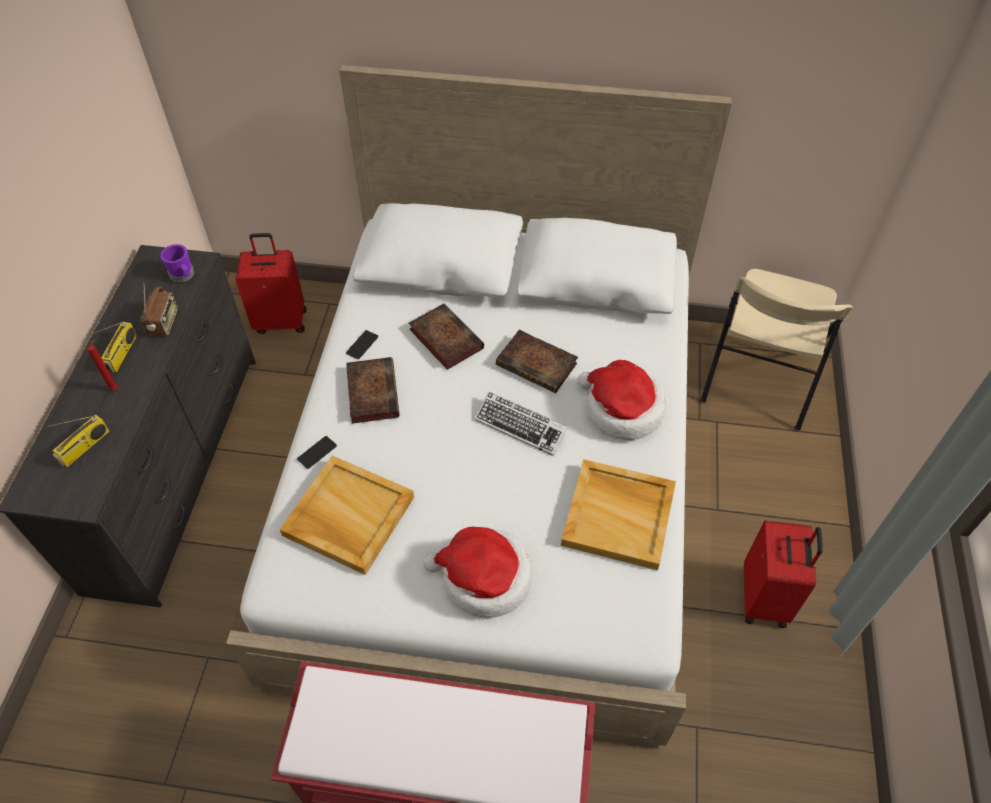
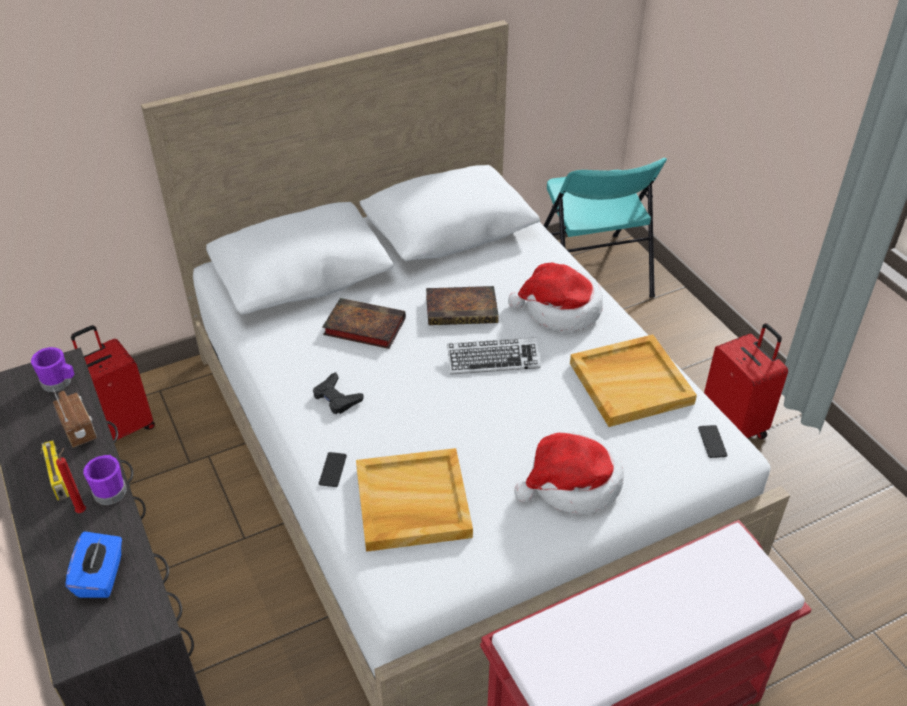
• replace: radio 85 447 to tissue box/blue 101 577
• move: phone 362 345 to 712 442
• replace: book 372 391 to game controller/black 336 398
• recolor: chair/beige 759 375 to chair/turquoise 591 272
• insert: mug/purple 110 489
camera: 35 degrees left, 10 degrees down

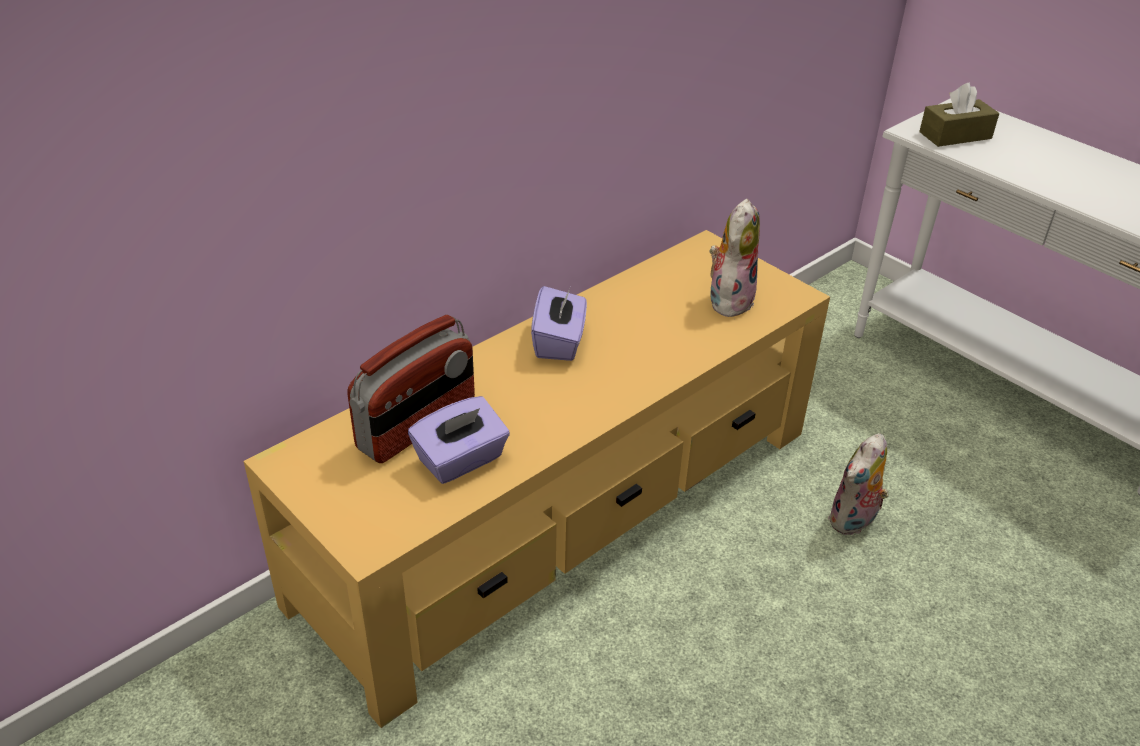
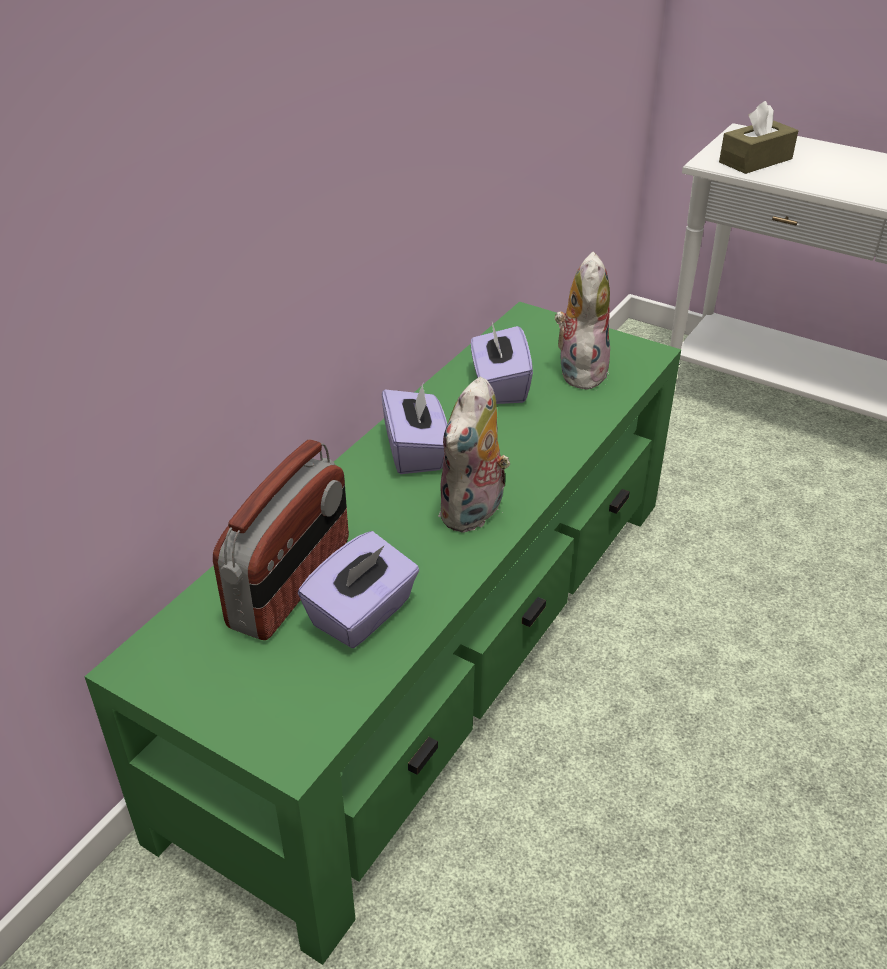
• recolor: tv stand/beige 565 513 to tv stand/green 441 648
• move: plush toy 854 521 to 474 513
• insert: tissue box/purple 499 386
camera: 15 degrees left, 0 degrees up

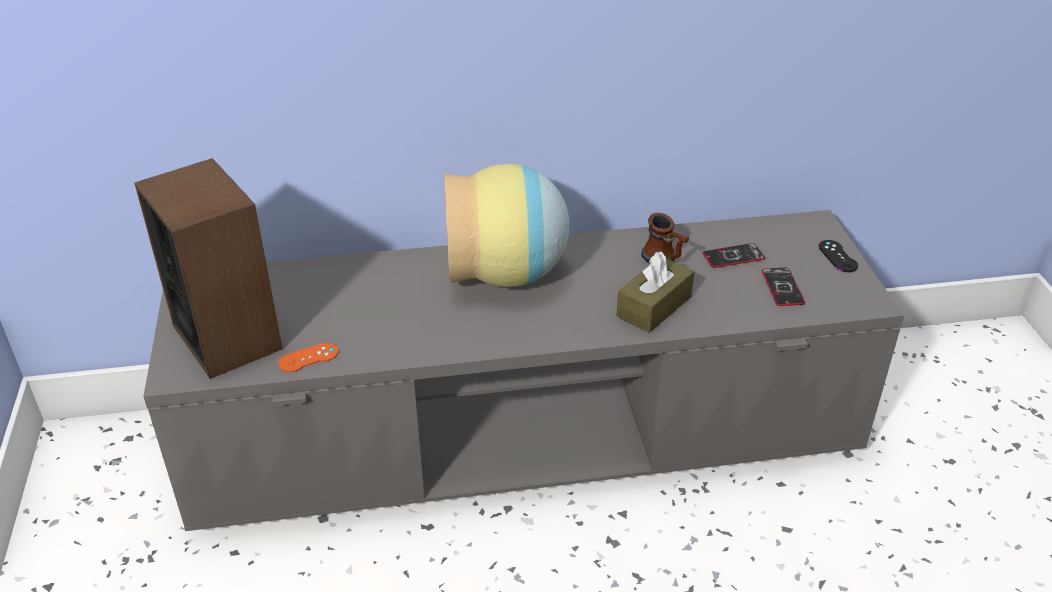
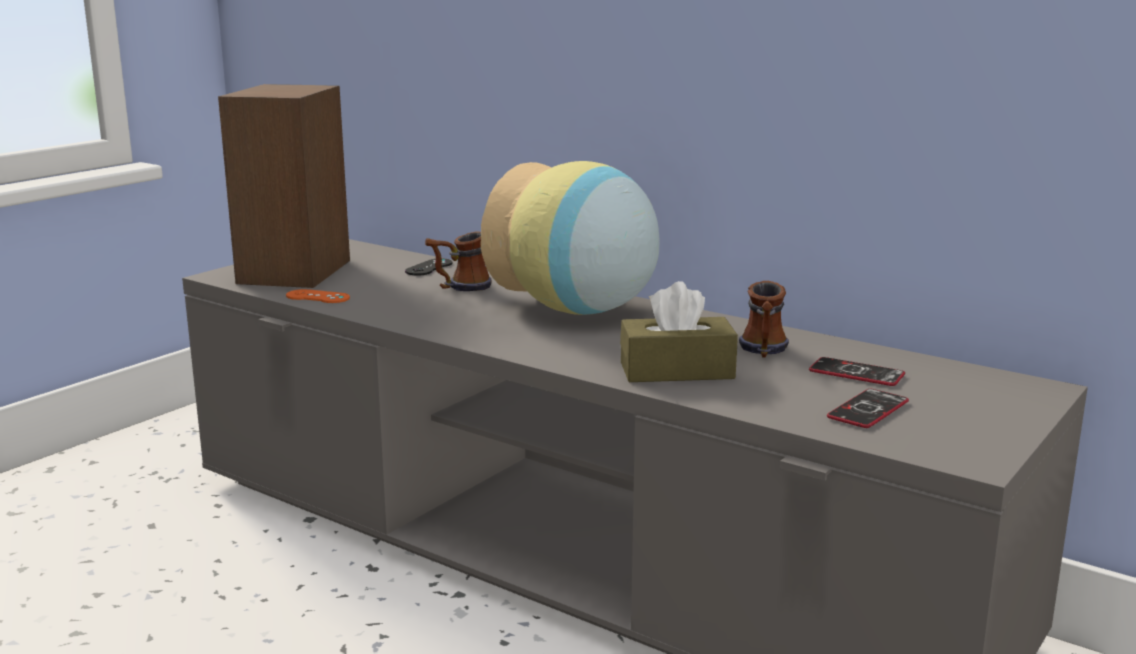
• move: game controller/black 837 256 to 429 267
• insert: mug 459 287
camera: 45 degrees right, 20 degrees down

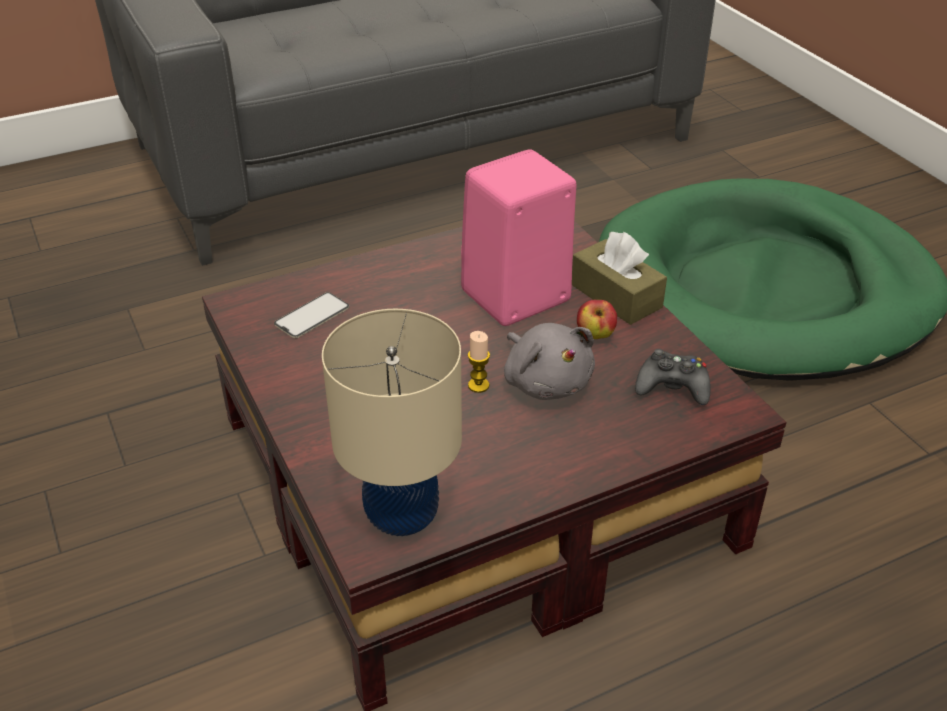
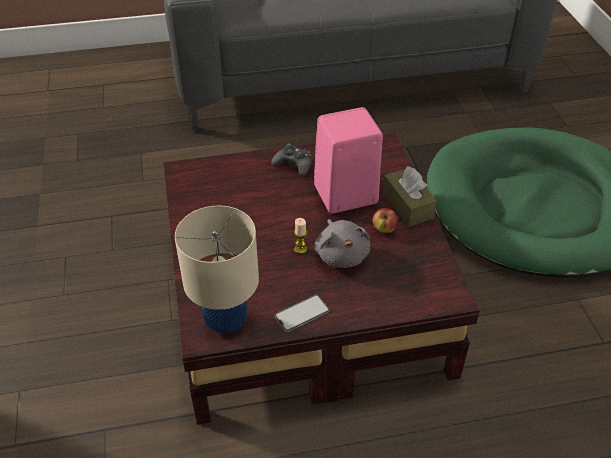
• move: phone 312 315 to 302 313
• move: game controller/black 672 386 to 294 164
camera: 15 degrees right, 5 degrees up

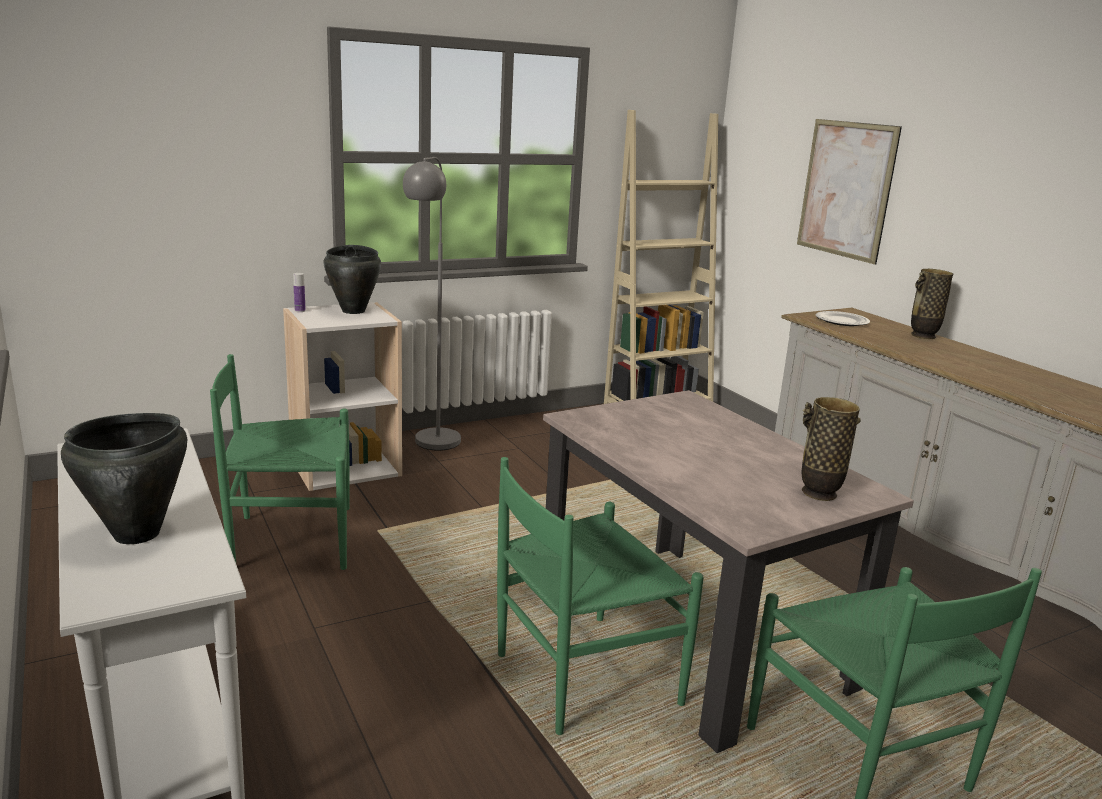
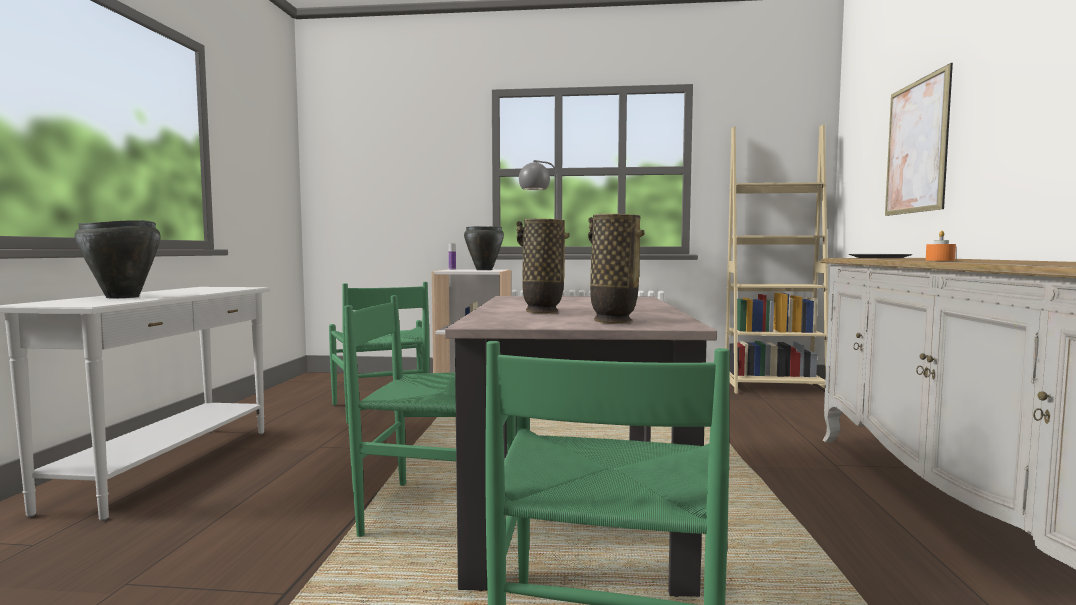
• rotate: chair/green 291 540 = 383 410 135 degrees counterclockwise
• move: vase 923 336 to 542 312
• insert: candle/orange 940 260
camera: 35 degrees right, 15 degrees down

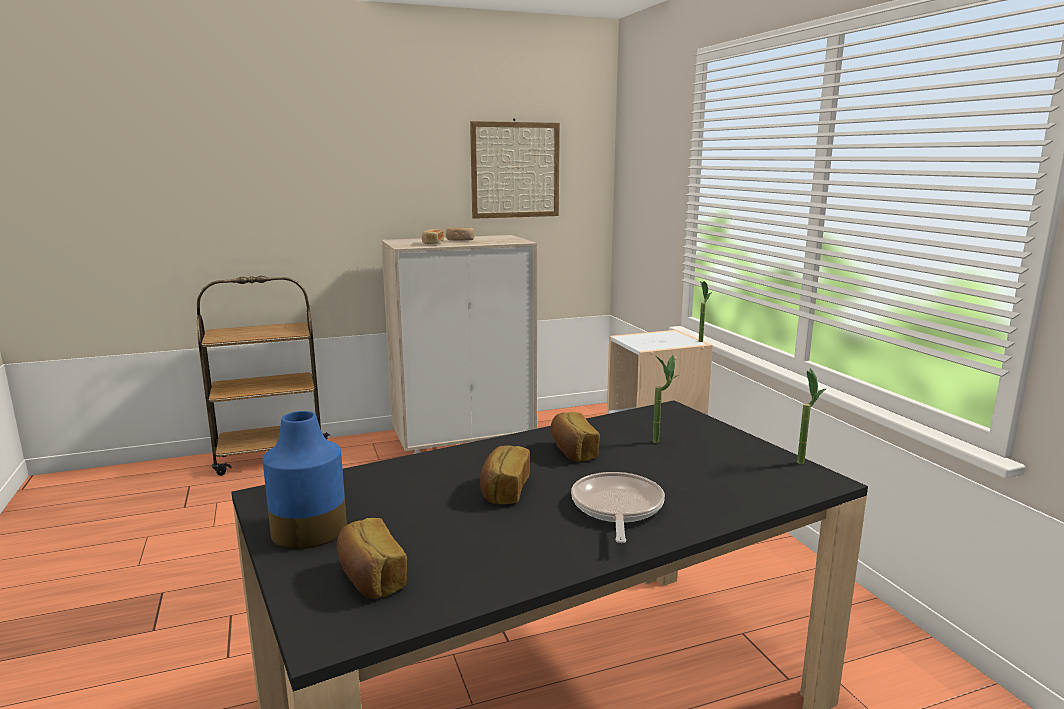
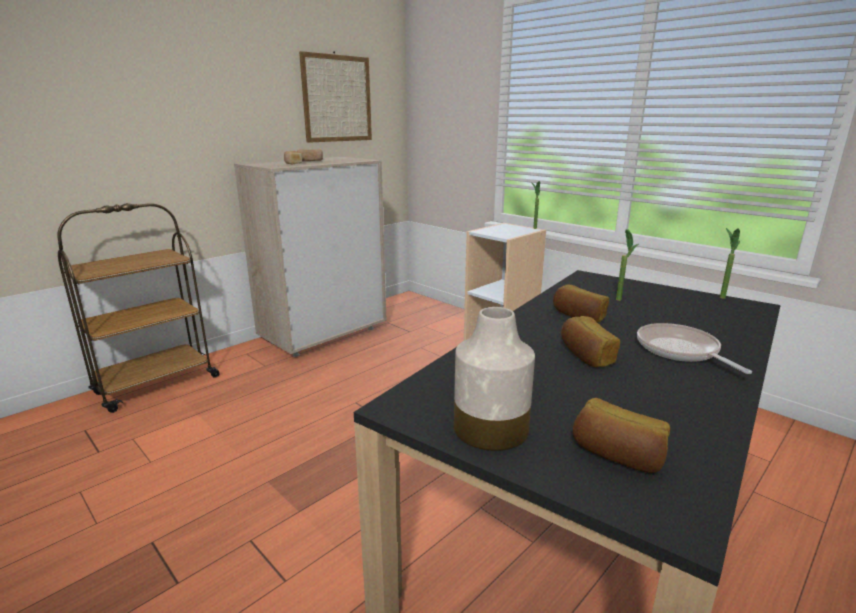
• recolor: vase/blue 309 530 to vase/beige 491 428
camera: 25 degrees left, 5 degrees up

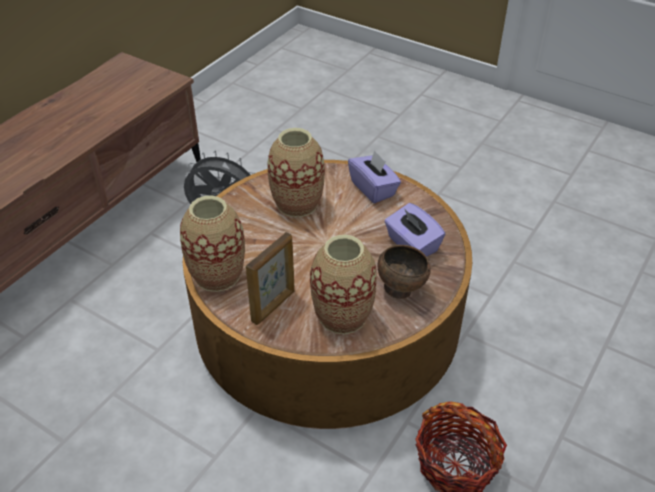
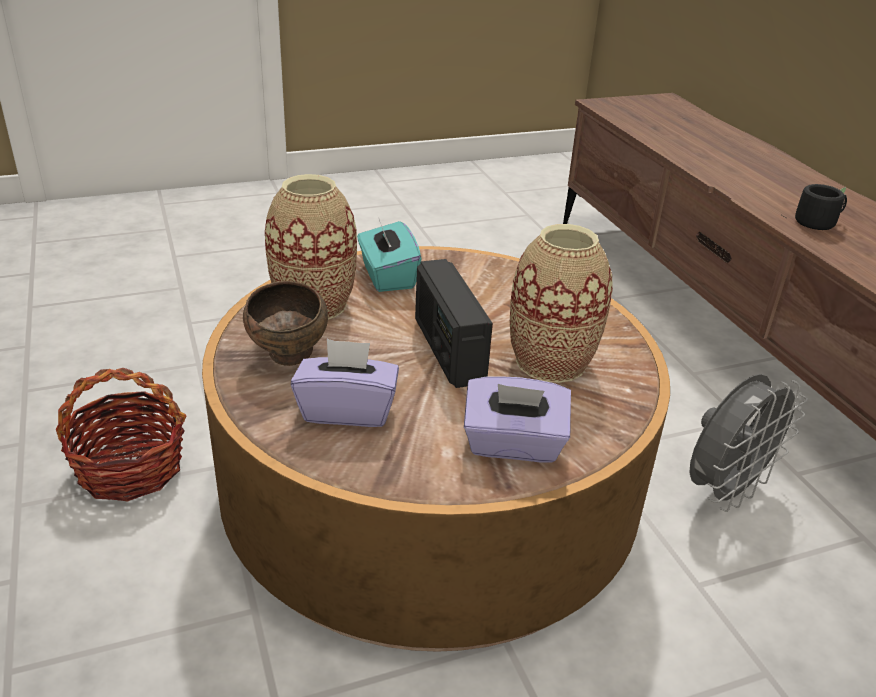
• delete: vase 217 275
• replace: picture frame 274 306 to tissue box/turquoise 387 276
• insert: radio 448 350
• insert: mug/black 816 222
camera: 125 degrees right, 10 degrees down

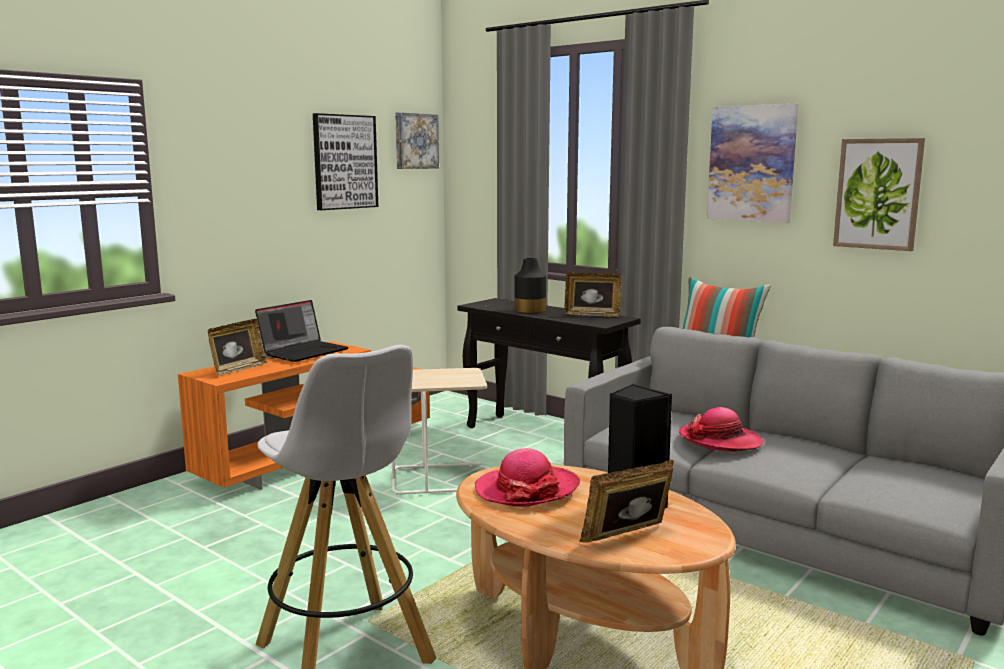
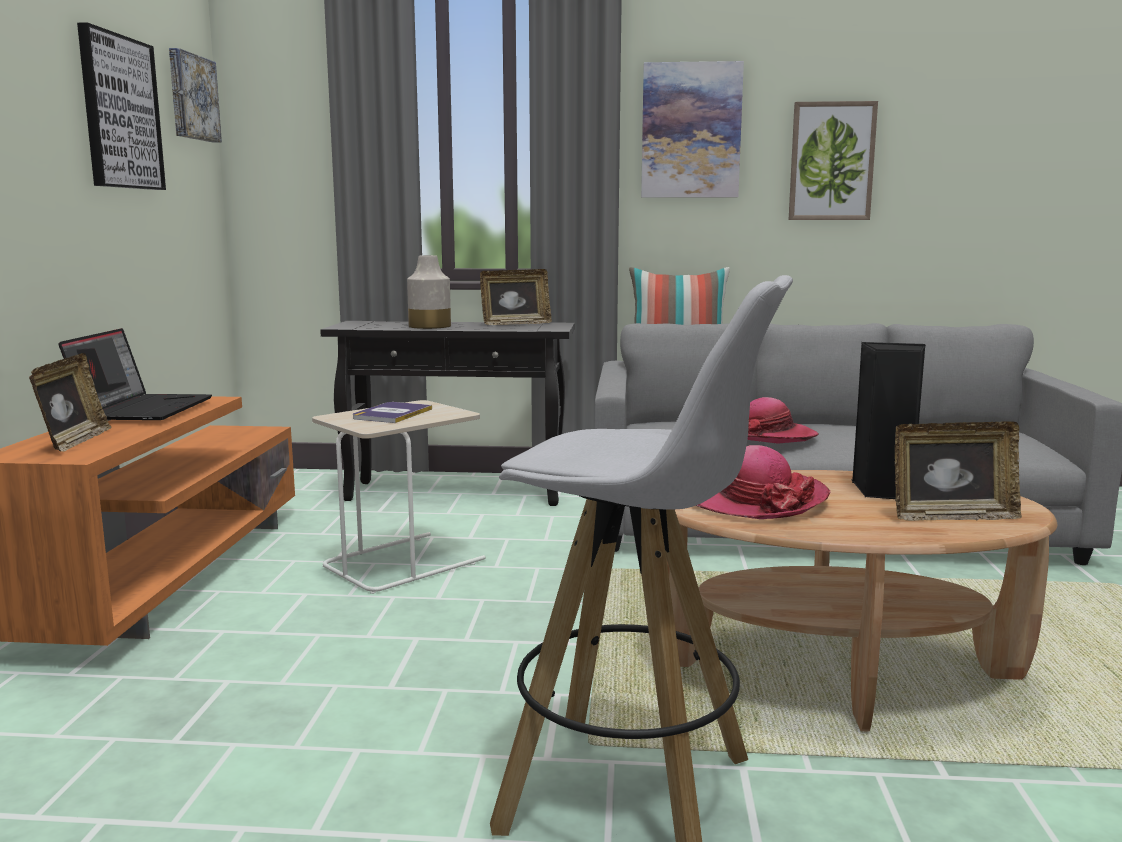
• recolor: vase/black 530 310 to vase/beige 430 326
• rotate: picture frame 628 537 = 952 516 120 degrees counterclockwise
• insert: book 392 414
camera: 35 degrees left, 0 degrees up

